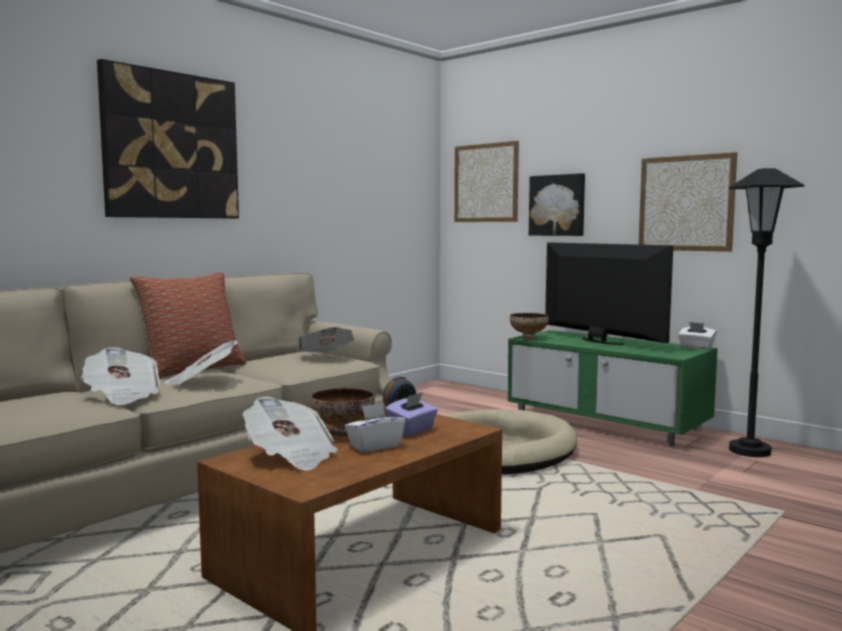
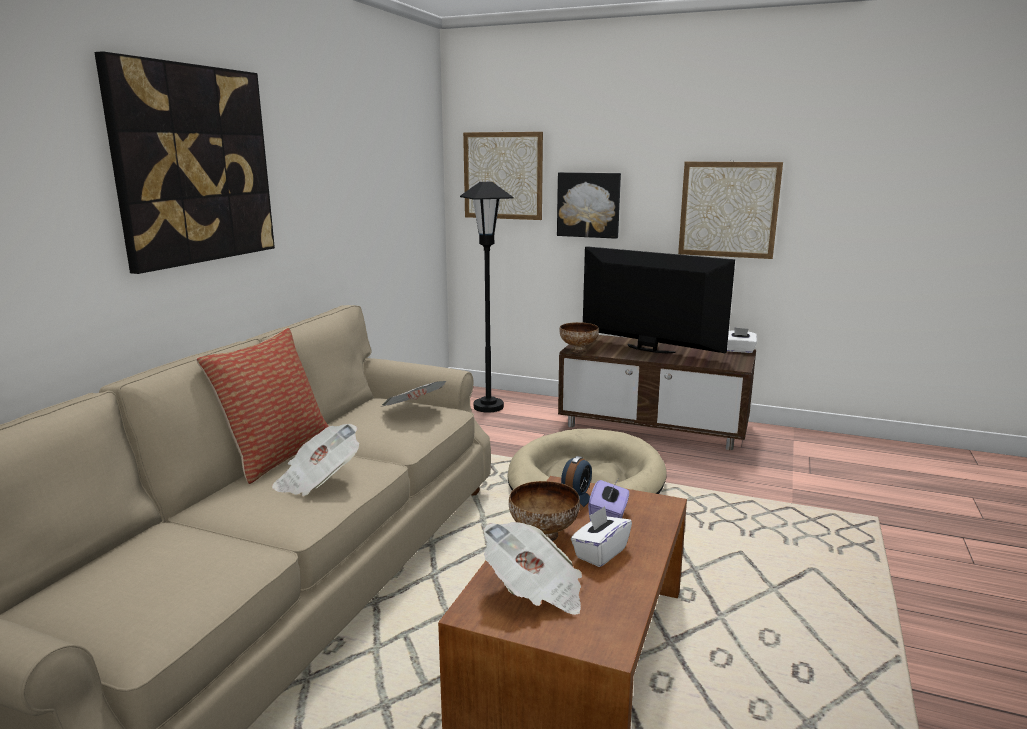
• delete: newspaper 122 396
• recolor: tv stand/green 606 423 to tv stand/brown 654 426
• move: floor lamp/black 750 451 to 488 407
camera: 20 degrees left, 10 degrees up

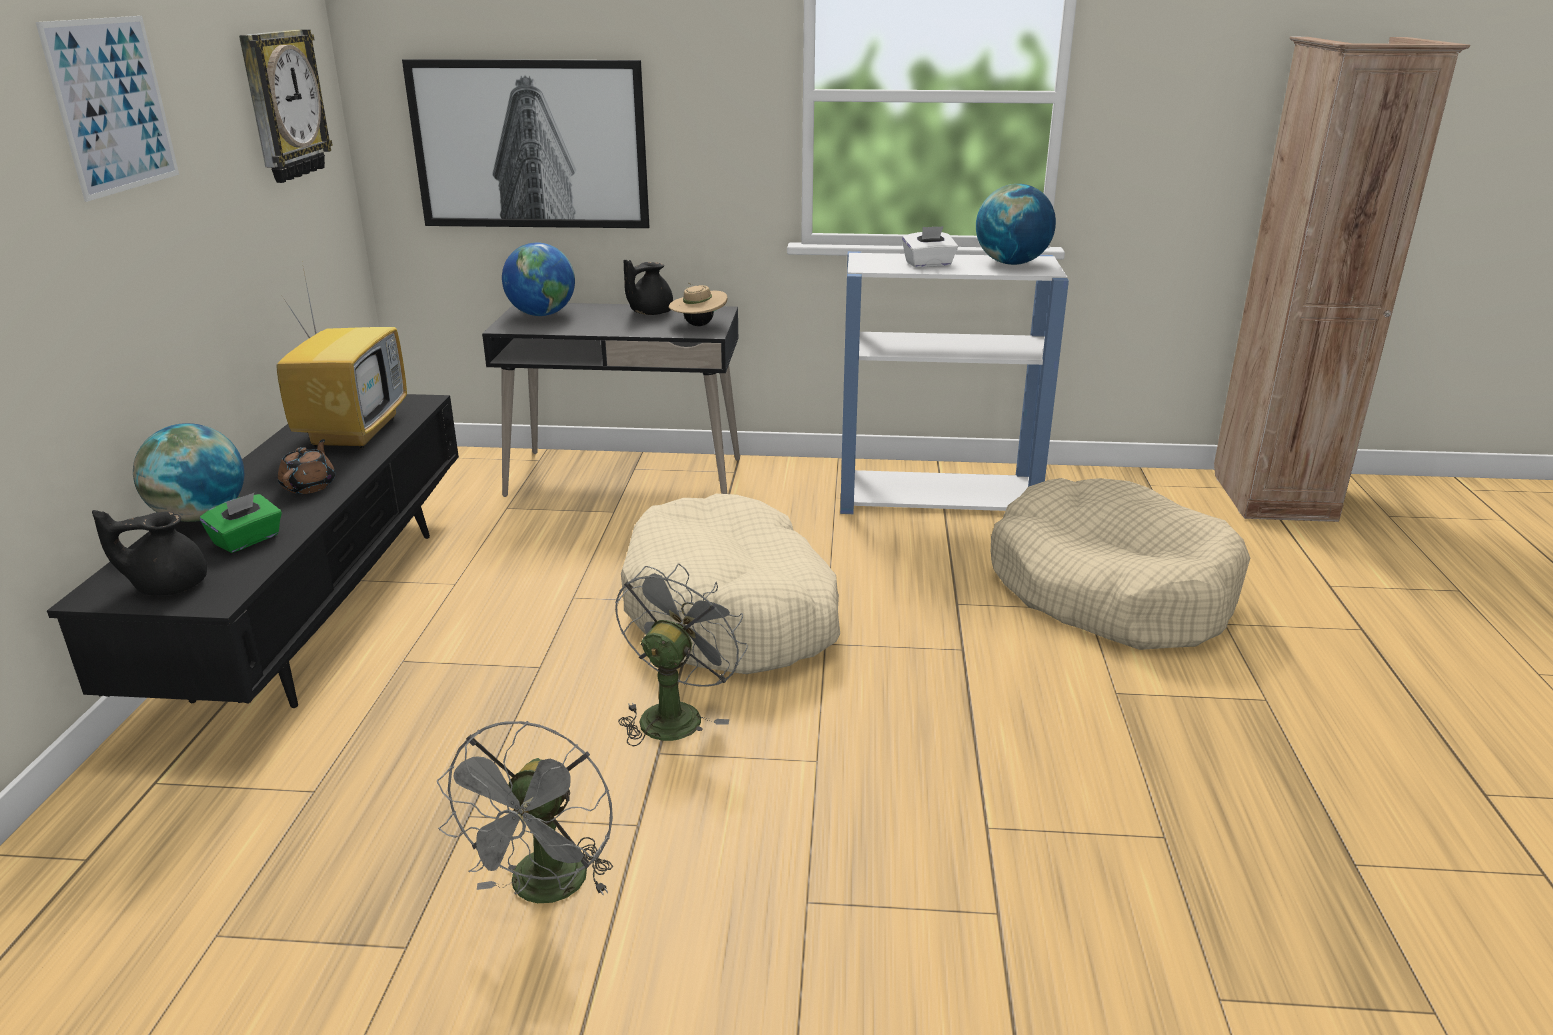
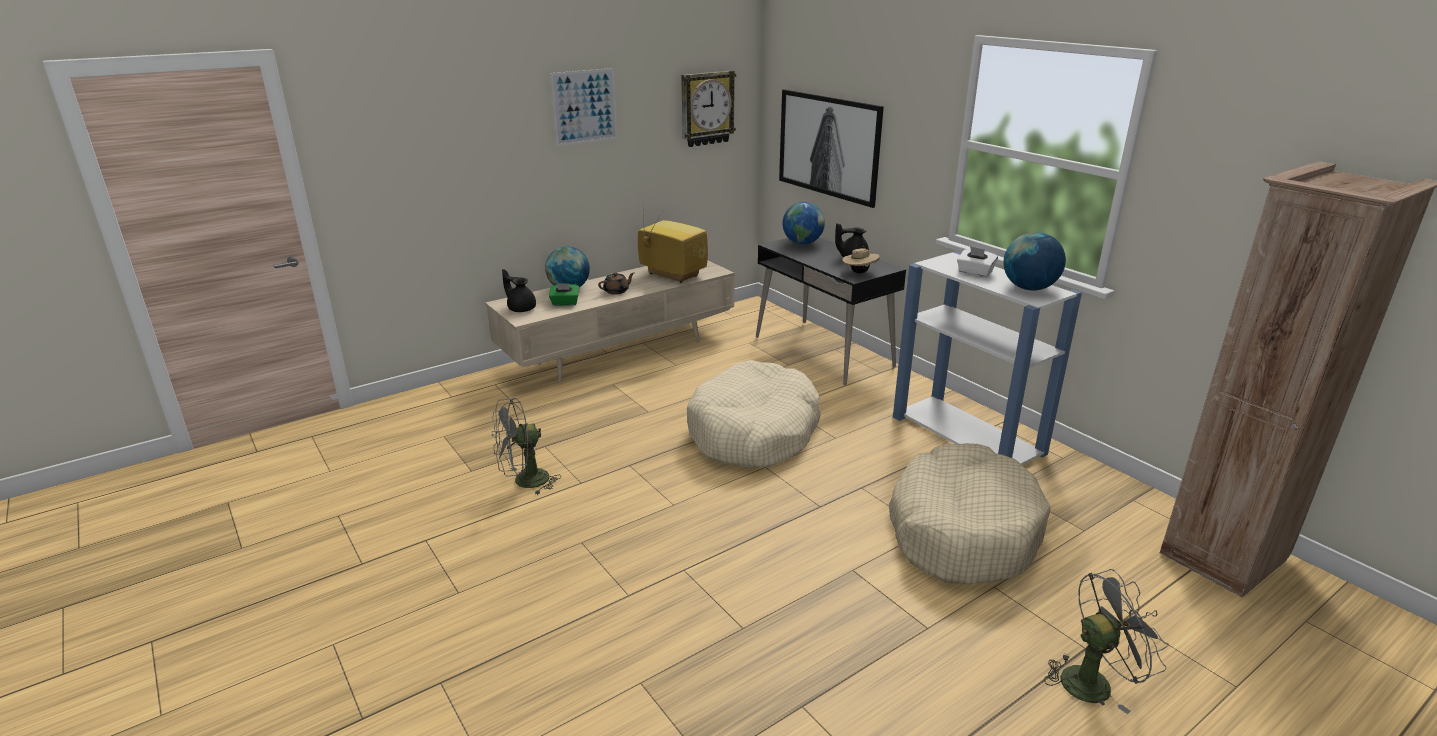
• recolor: tv stand/black 314 609 to tv stand/beige 618 351
• rotate: television 354 431 = 671 275 105 degrees counterclockwise
• move: fan/grey 675 713 to 1093 681
camera: 50 degrees right, 0 degrees up

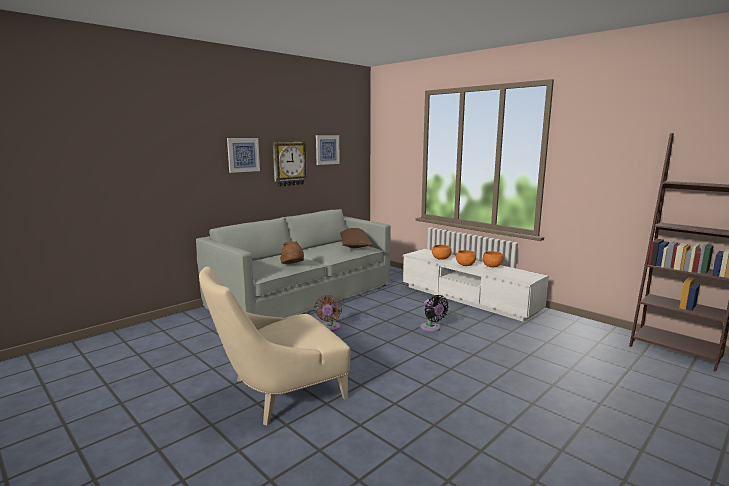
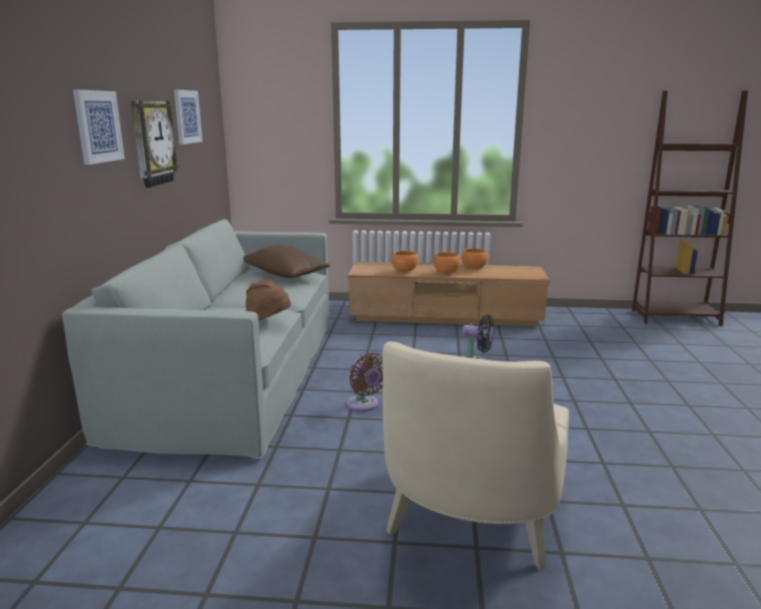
• recolor: tv stand/white 468 299 to tv stand/brown 445 317
camera: 40 degrees left, 5 degrees up

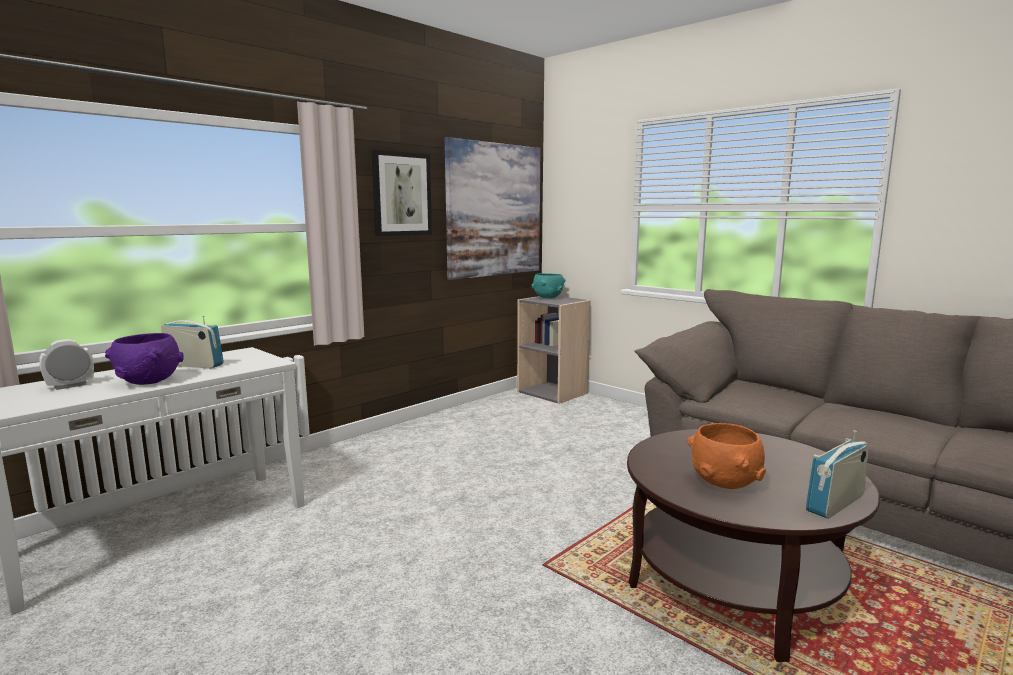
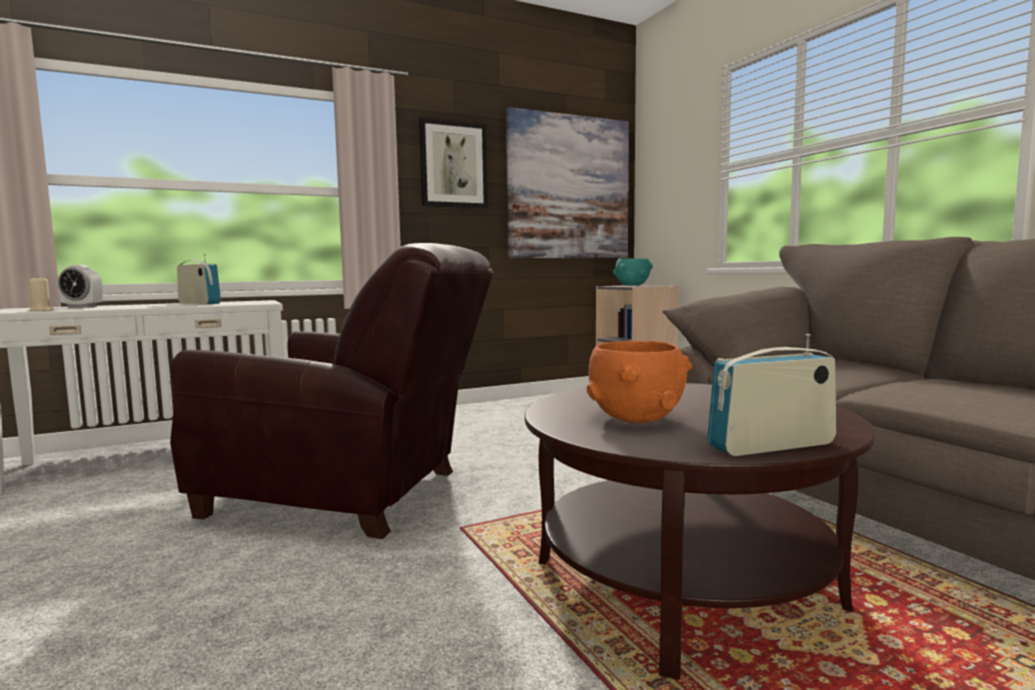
• rotate: alarm clock 70 386 = 82 307 150 degrees counterclockwise
• delete: bowl/purple 149 381
• insert: candle/beige 41 310
• insert: armchair/brown 352 495
camera: 20 degrees right, 5 degrees down

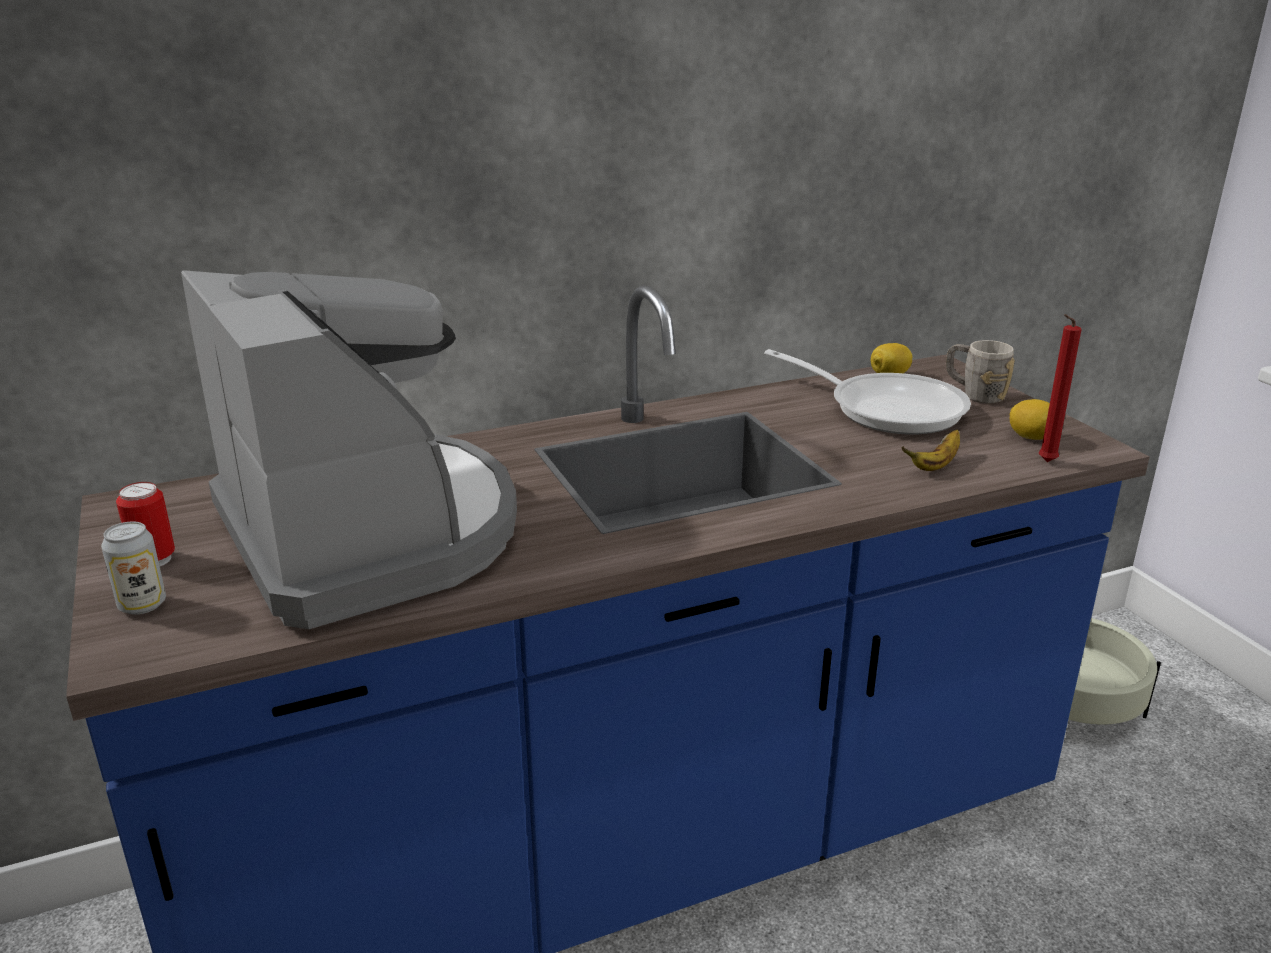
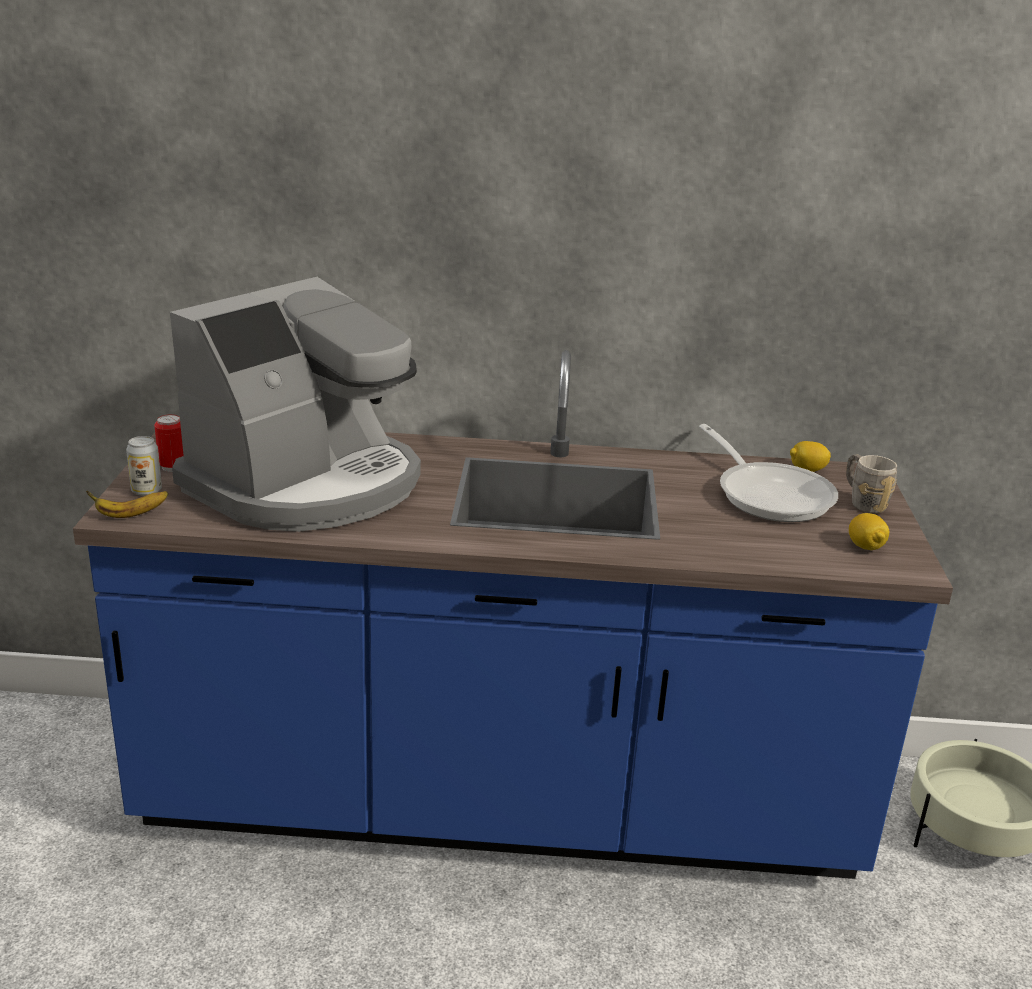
• rotate: coffee machine 370 532 = 307 484 45 degrees clockwise
• move: banana 935 465 to 130 515
• delete: candle/red 1044 462
camera: 25 degrees right, 0 degrees up

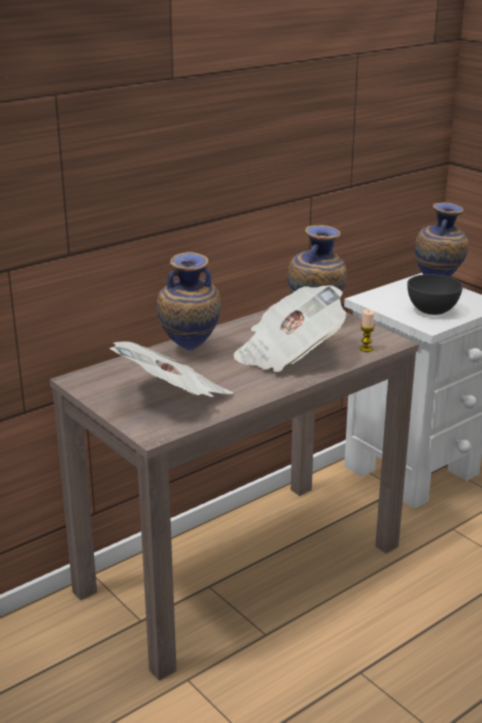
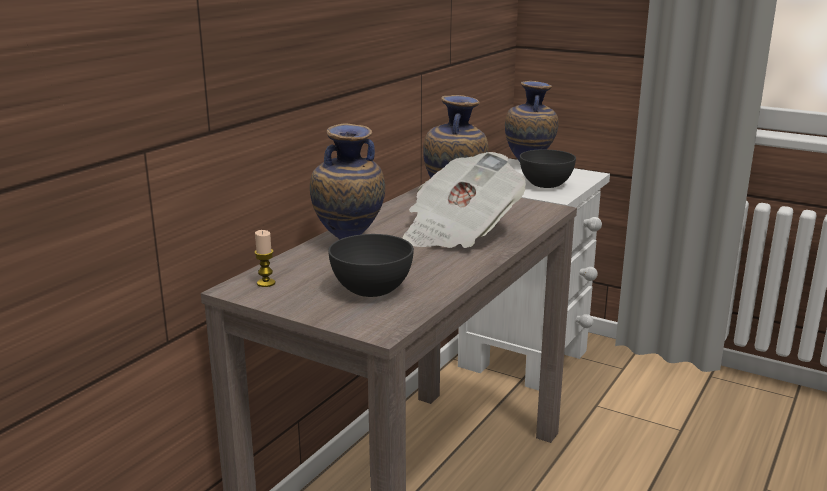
• replace: newspaper 173 398 to bowl/grey 372 290
• move: candle 366 349 to 266 283
camera: 20 degrees left, 5 degrees down

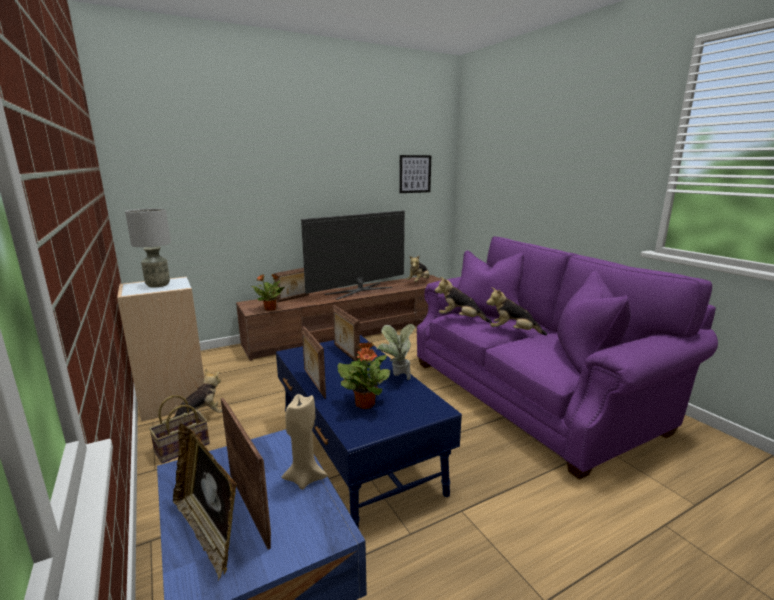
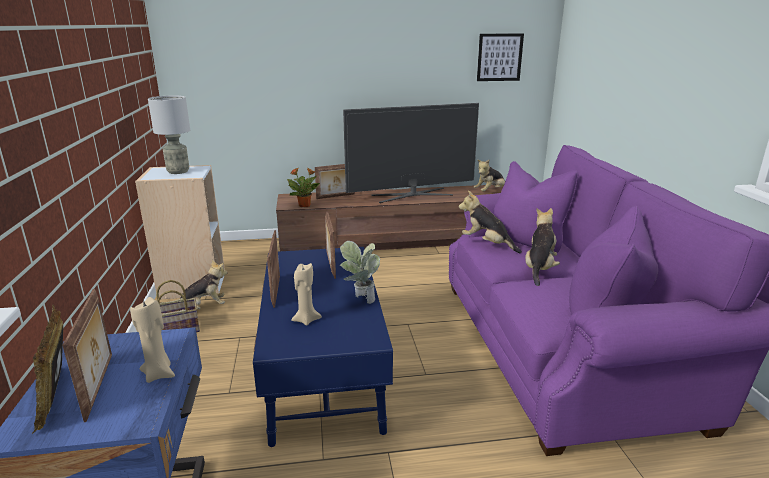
• replace: potted plant 365 403 to candle/beige 306 320
• rotate: plush toy 513 332 = 539 269 75 degrees clockwise
camera: 20 degrees right, 5 degrees up

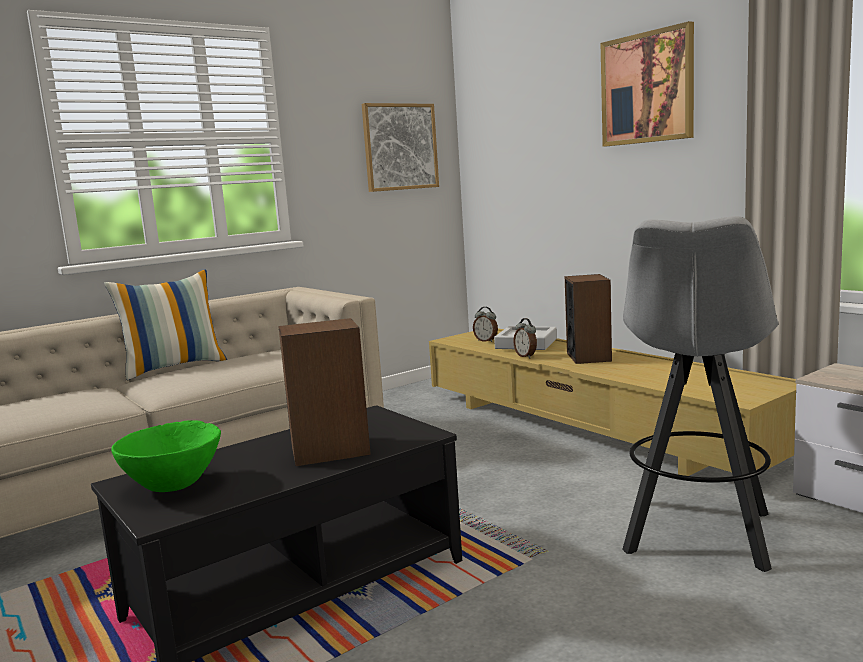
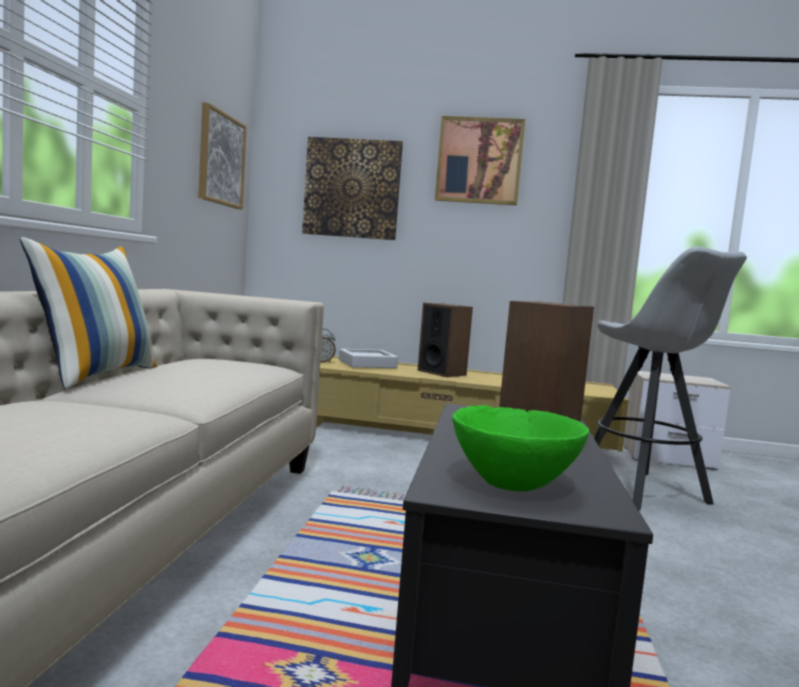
• delete: alarm clock 526 356
• insert: picture 352 188
camera: 45 degrees left, 5 degrees down

